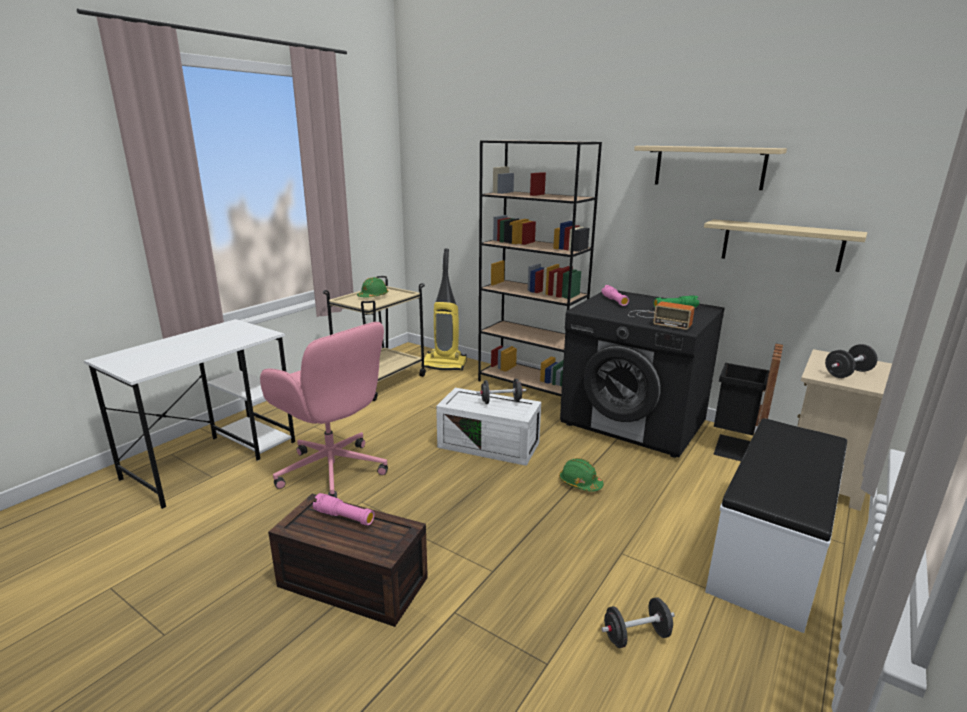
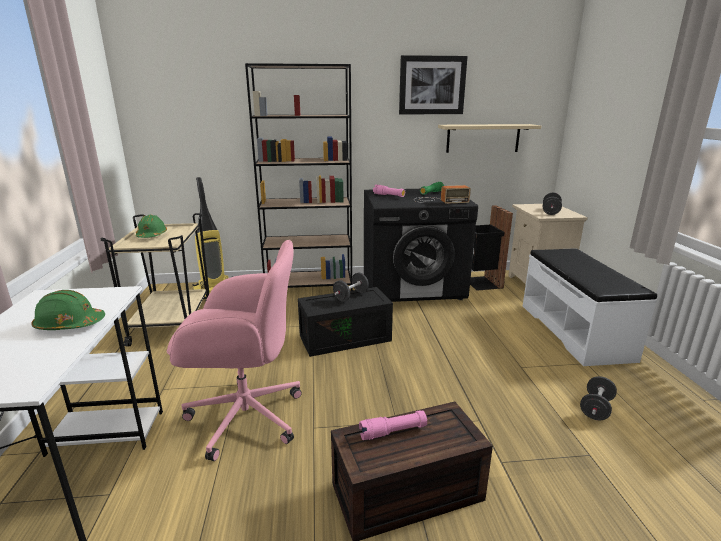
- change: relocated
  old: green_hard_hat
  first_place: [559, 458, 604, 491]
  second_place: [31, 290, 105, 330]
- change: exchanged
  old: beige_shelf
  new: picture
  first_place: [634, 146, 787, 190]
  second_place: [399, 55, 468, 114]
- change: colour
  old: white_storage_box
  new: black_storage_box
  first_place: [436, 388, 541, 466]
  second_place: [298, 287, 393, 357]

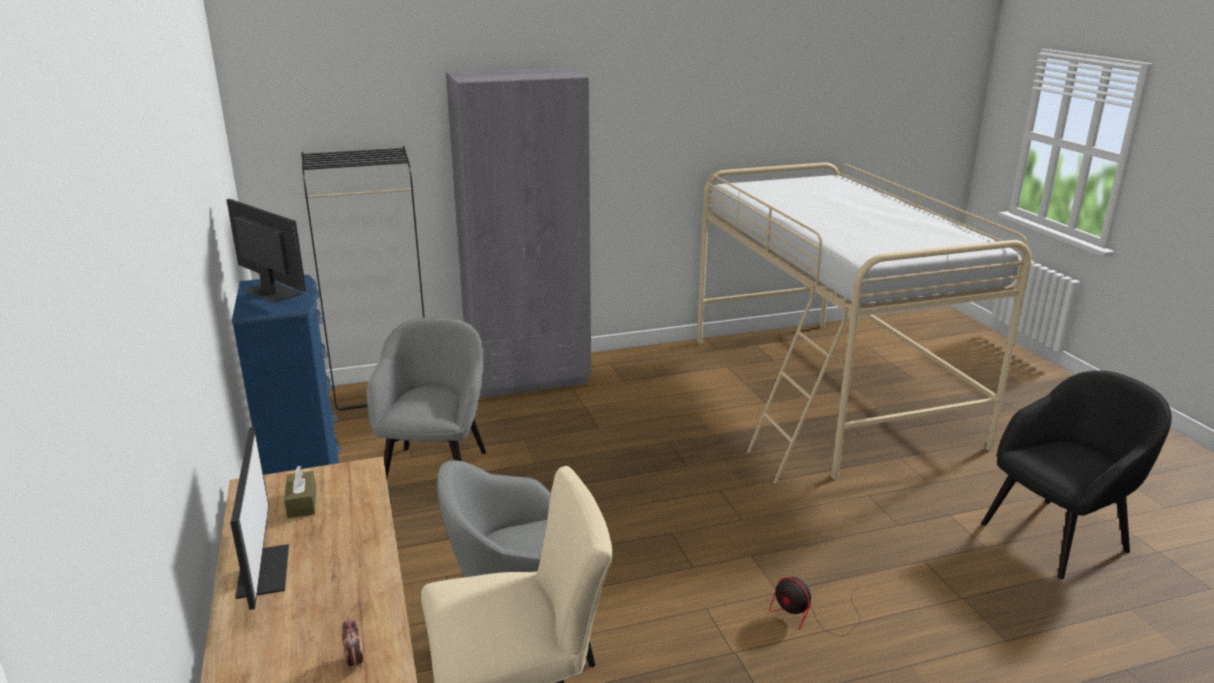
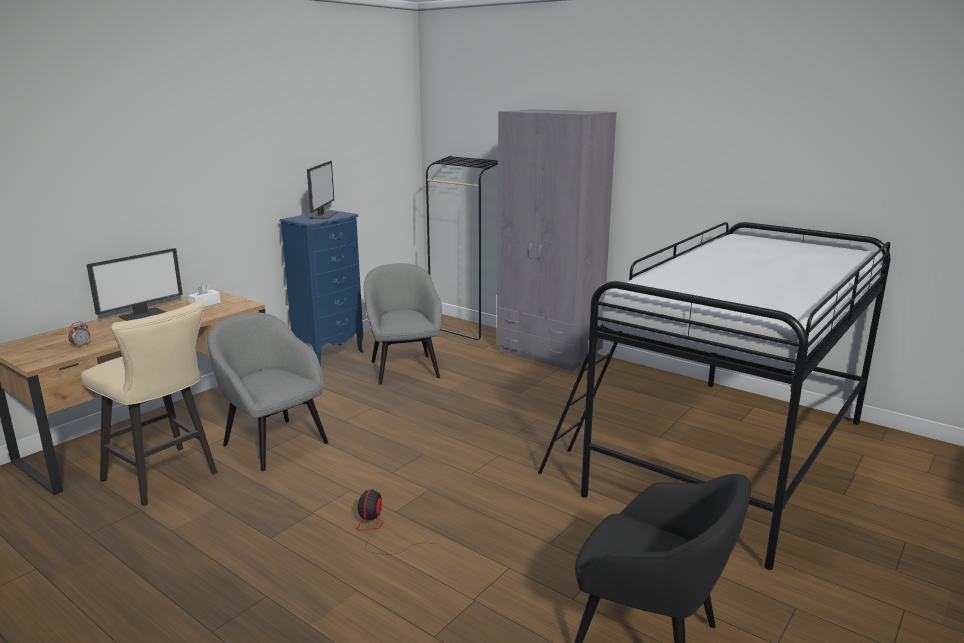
- change: colour
  old: brown_tissue_box
  new: white_tissue_box
  first_place: [284, 466, 316, 518]
  second_place: [188, 283, 221, 307]
- change: colour
  old: beige_bed
  new: black_bed
  first_place: [697, 162, 1031, 483]
  second_place: [538, 222, 890, 570]
- change: spun
  old: grey_armchair
  first_place: [367, 317, 486, 478]
  second_place: [364, 263, 442, 385]
  degrees: -75

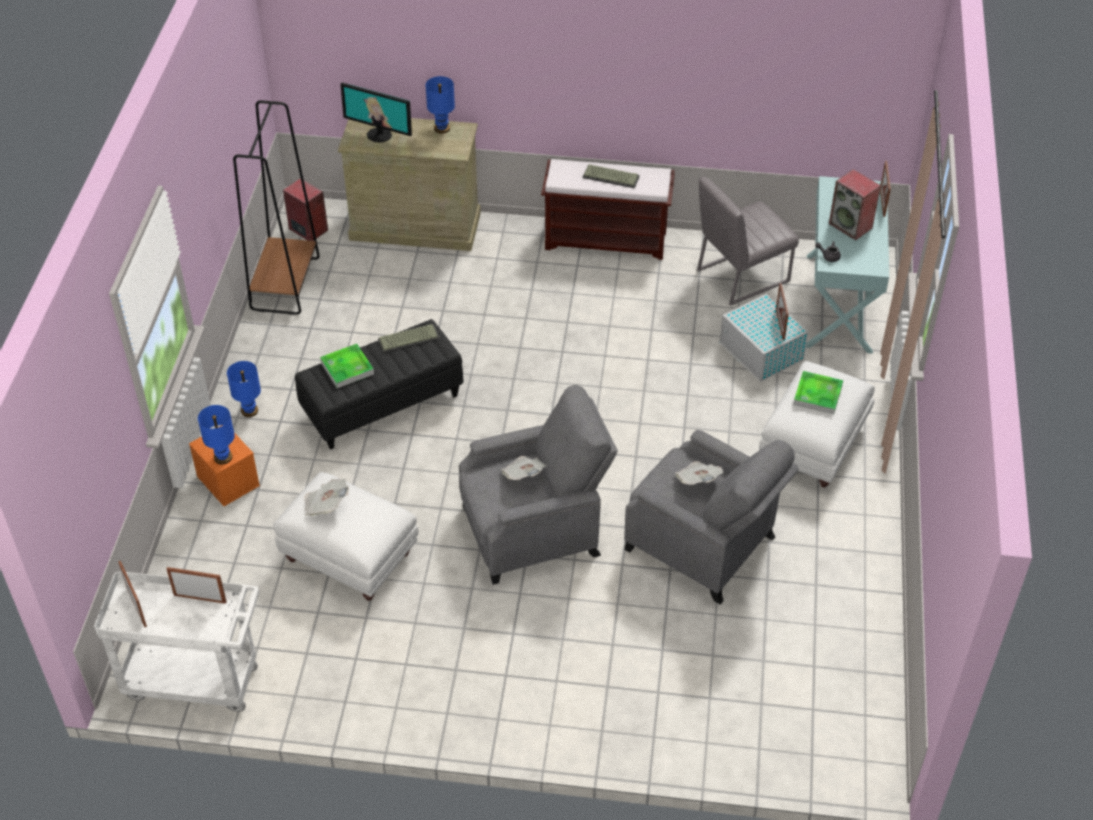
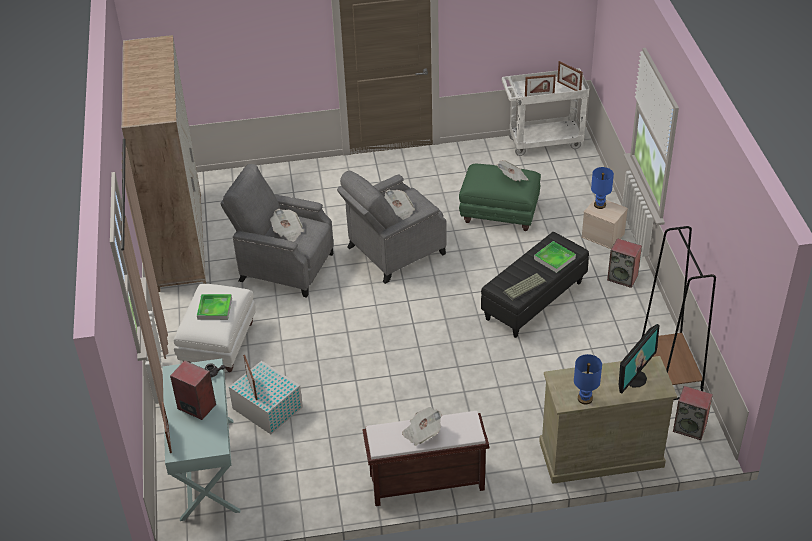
- change: missing
  old: grey_chair
  first_place: [697, 177, 799, 306]
- change: appeared
  new: white_wardrobe
  second_place: [122, 35, 206, 292]
- change: exchanged
  old: blue_table_lamp
  new: speaker
  first_place: [227, 361, 261, 417]
  second_place: [607, 238, 642, 288]
- change: exchanged
  old: keyboard
  new: newspaper
  first_place: [583, 164, 640, 188]
  second_place: [402, 407, 442, 446]
- change: colour
  old: orange_storage_box
  new: beige_storage_box
  first_place: [189, 425, 260, 506]
  second_place: [581, 198, 628, 249]
- change: colour
  old: white_ottoman
  new: green_ottoman
  first_place: [273, 472, 419, 601]
  second_place: [459, 164, 541, 231]
- change: spun
  old: monitor
  first_place: [340, 83, 412, 143]
  second_place: [619, 324, 660, 394]
  degrees: 120

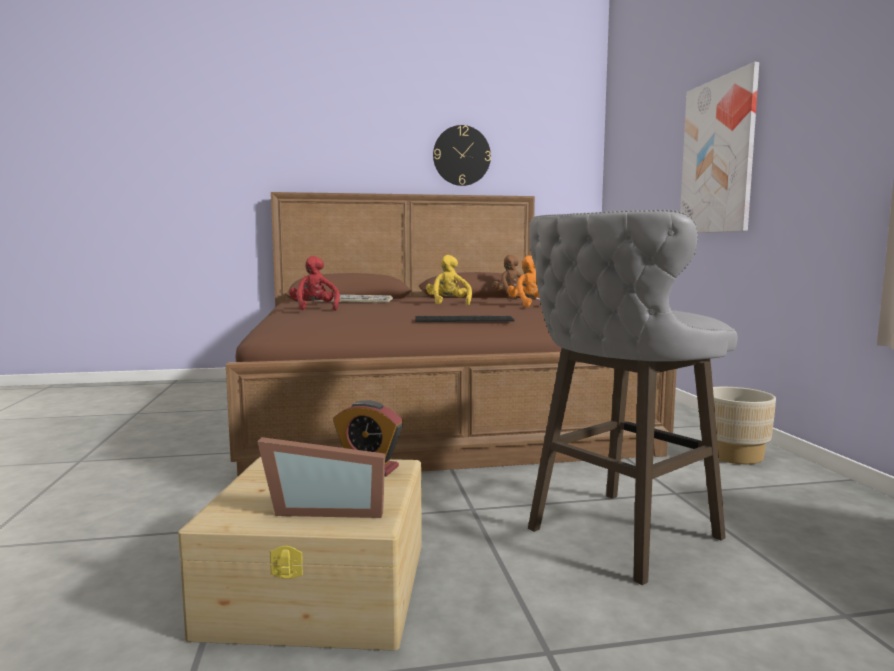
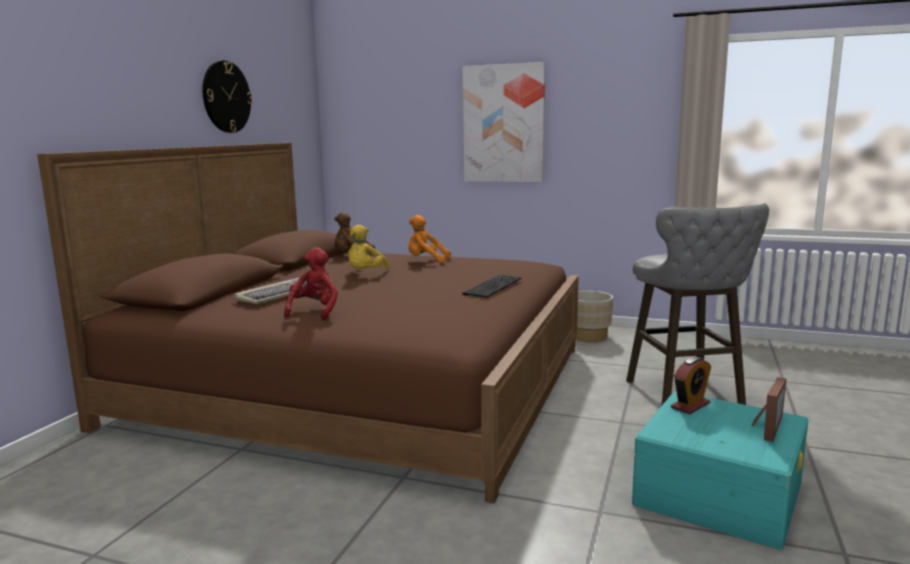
- change: colour
  old: beige_storage_box
  new: turquoise_storage_box
  first_place: [178, 457, 422, 650]
  second_place: [632, 391, 809, 550]
- change: spun
  old: red_plush_toy
  first_place: [289, 256, 340, 311]
  second_place: [284, 247, 338, 321]
  degrees: 90
- change: spun
  old: yellow_plush_toy
  first_place: [426, 255, 472, 306]
  second_place: [348, 225, 390, 269]
  degrees: -90

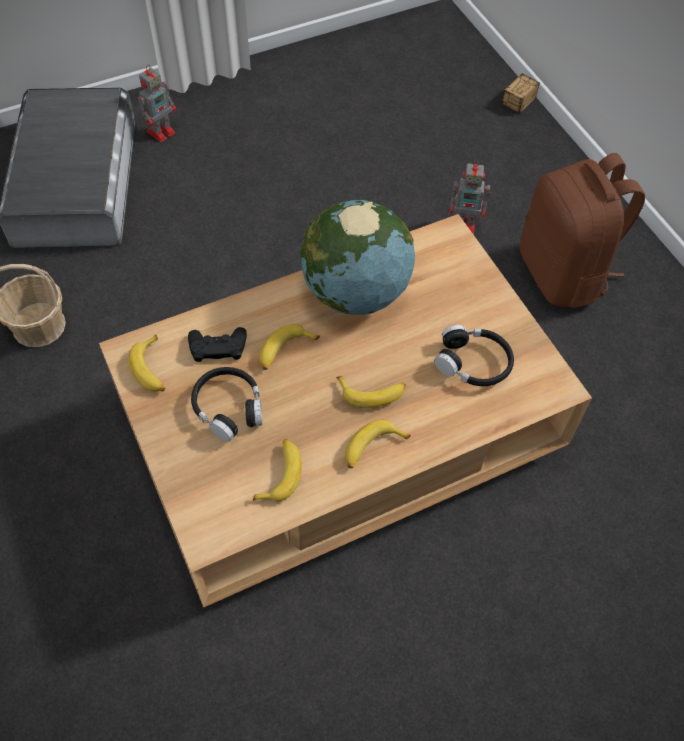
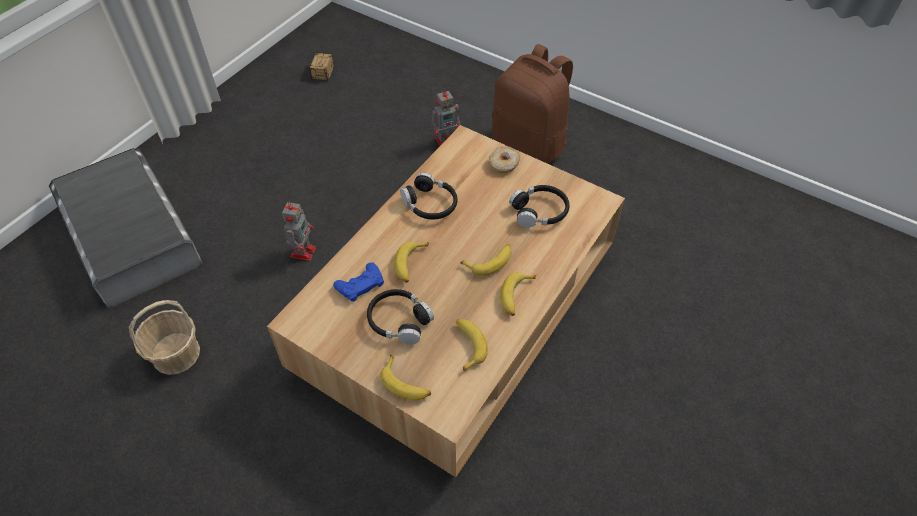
- change: appeared
  new: donut
  second_place: [489, 146, 520, 173]
- change: relocated
  old: banana
  first_place: [128, 334, 165, 391]
  second_place: [380, 355, 431, 400]
- change: relocated
  old: toy_robot
  first_place: [138, 65, 176, 142]
  second_place: [282, 201, 316, 261]
- change: relocated
  old: storage_box
  first_place: [501, 74, 540, 113]
  second_place: [309, 52, 334, 80]
- change: exchanged
  old: globe
  new: black_headphones
  first_place: [300, 200, 415, 315]
  second_place: [400, 172, 457, 219]
- change: colour
  old: black_game_controller
  new: blue_game_controller
  first_place: [188, 327, 247, 362]
  second_place: [333, 262, 384, 302]

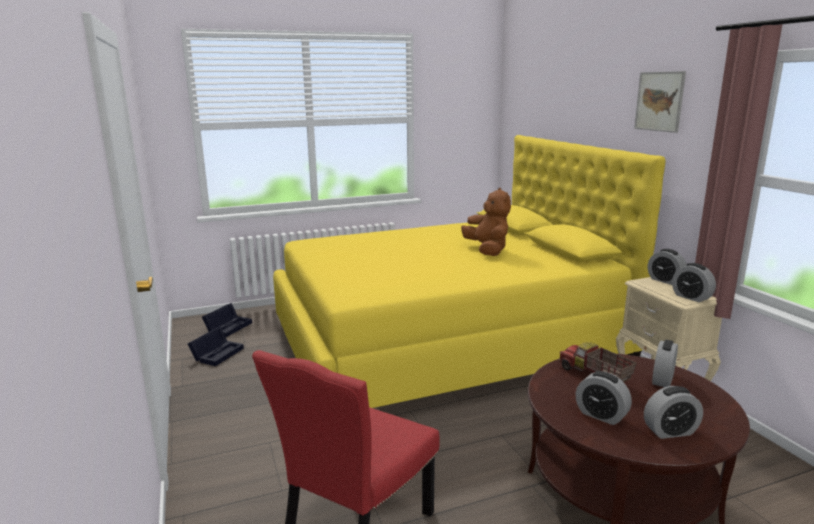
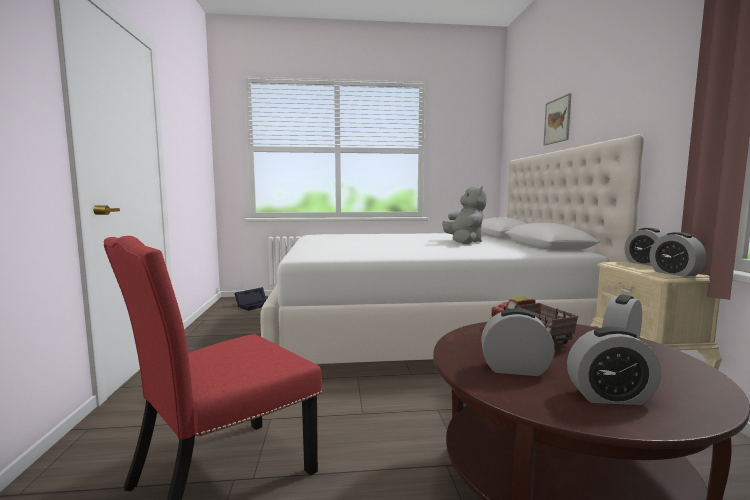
- change: missing
  old: black_storage_box
  first_place: [188, 327, 244, 366]
- change: relocated
  old: picture
  first_place: [634, 71, 686, 133]
  second_place: [543, 93, 571, 145]
- change: colour
  old: yellow_bed
  new: white_bed
  first_place: [273, 135, 665, 408]
  second_place: [260, 134, 644, 364]
- change: colour
  old: brown_plush_toy
  new: grey_plush_toy
  first_place: [461, 188, 511, 256]
  second_place: [442, 185, 487, 244]
- change: spun
  old: alarm_clock
  first_place: [576, 371, 632, 425]
  second_place: [481, 309, 555, 376]
  degrees: 135

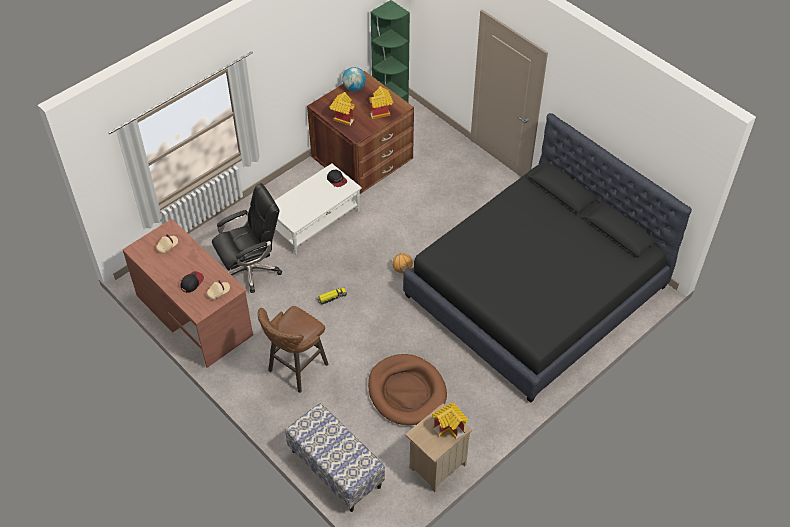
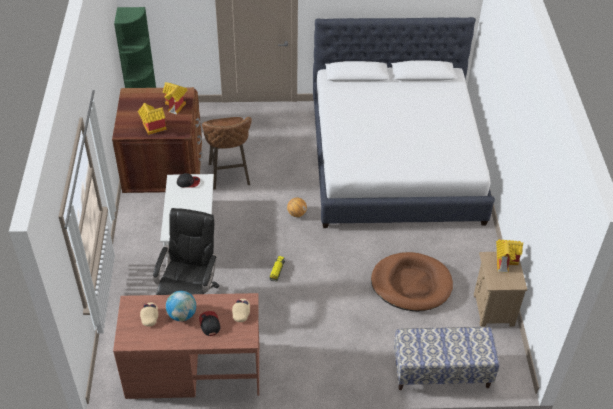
- change: relocated
  old: brown_stool
  first_place: [258, 306, 328, 393]
  second_place: [202, 117, 252, 190]
- change: relocated
  old: globe
  first_place: [342, 67, 366, 91]
  second_place: [166, 291, 196, 321]
- change: colour
  old: black_bed
  new: white_bed
  first_place: [403, 113, 692, 403]
  second_place: [313, 17, 495, 228]

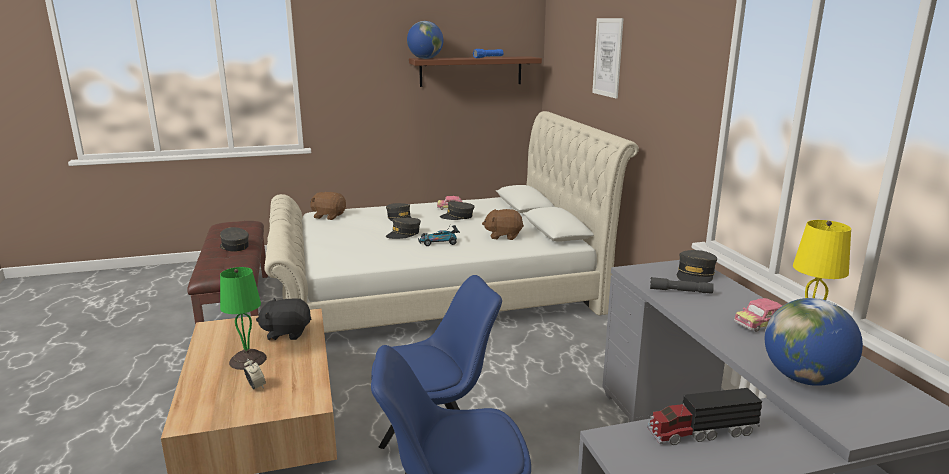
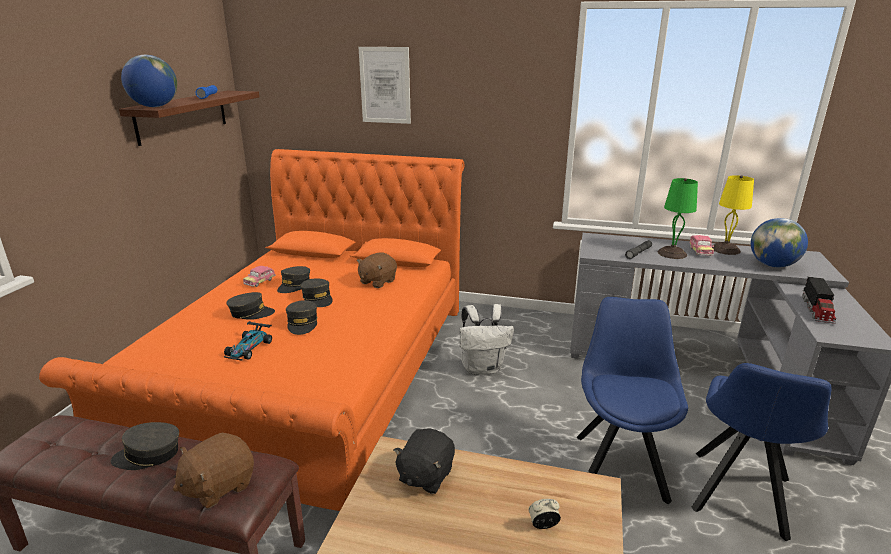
- change: appeared
  new: white_backpack
  second_place: [460, 304, 514, 375]
- change: relocated
  old: green_table_lamp
  first_place: [220, 267, 267, 370]
  second_place: [658, 178, 698, 259]
- change: relocated
  old: brown_plush_toy
  first_place: [310, 192, 346, 220]
  second_place: [173, 433, 254, 509]
- change: relocated
  old: toy_car
  first_place: [418, 225, 460, 246]
  second_place: [224, 321, 272, 361]
- change: relocated
  old: grey_cap
  first_place: [677, 250, 717, 283]
  second_place: [301, 278, 333, 307]
- change: colour
  old: beige_bed
  new: orange_bed
  first_place: [264, 111, 639, 333]
  second_place: [39, 149, 464, 511]

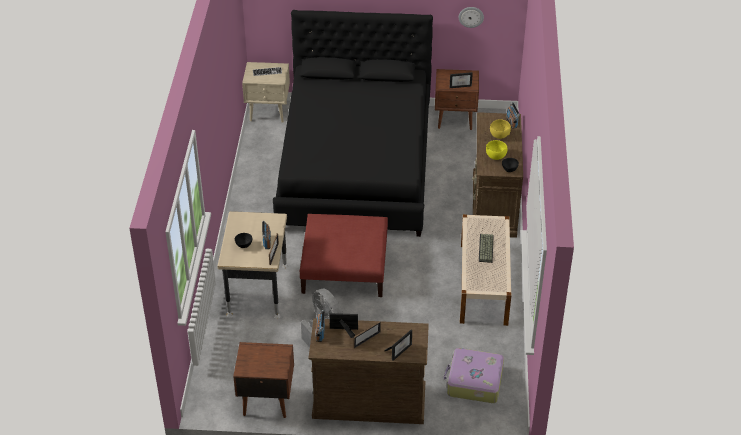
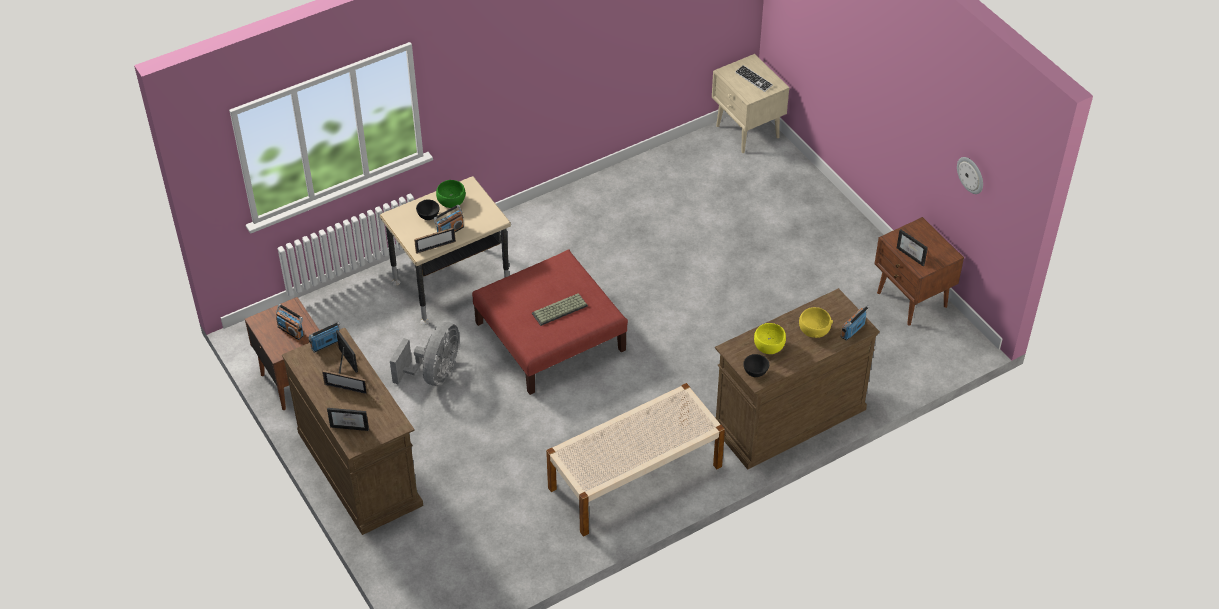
- change: missing
  old: black_bed
  first_place: [273, 10, 433, 237]
- change: missing
  old: suitcase
  first_place: [444, 348, 504, 403]
- change: appeared
  new: radio
  second_place: [276, 304, 304, 340]
- change: appeared
  new: green_bowl
  second_place: [436, 180, 466, 208]
- change: relocated
  old: keyboard
  first_place: [479, 234, 494, 263]
  second_place: [532, 293, 588, 326]

